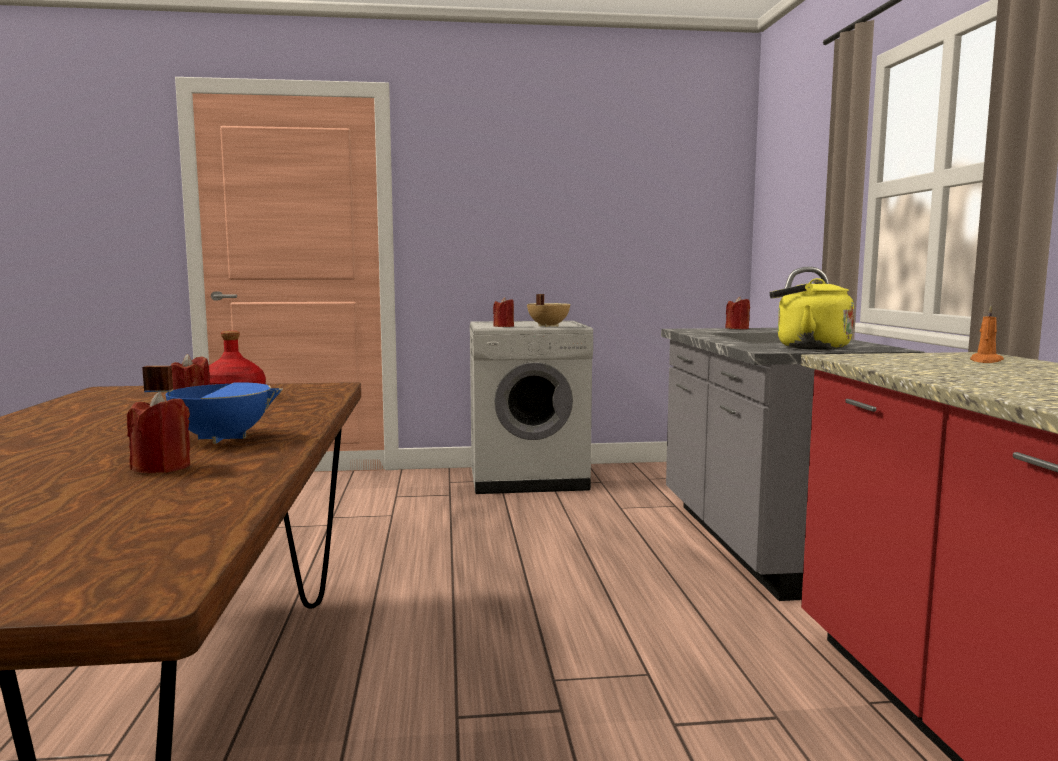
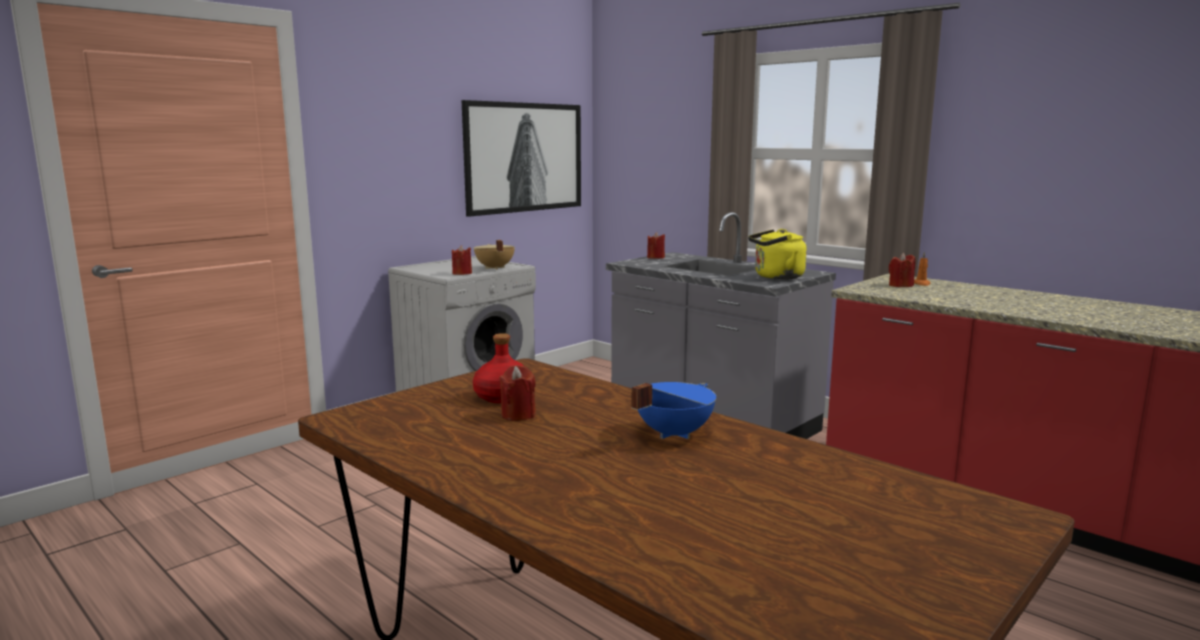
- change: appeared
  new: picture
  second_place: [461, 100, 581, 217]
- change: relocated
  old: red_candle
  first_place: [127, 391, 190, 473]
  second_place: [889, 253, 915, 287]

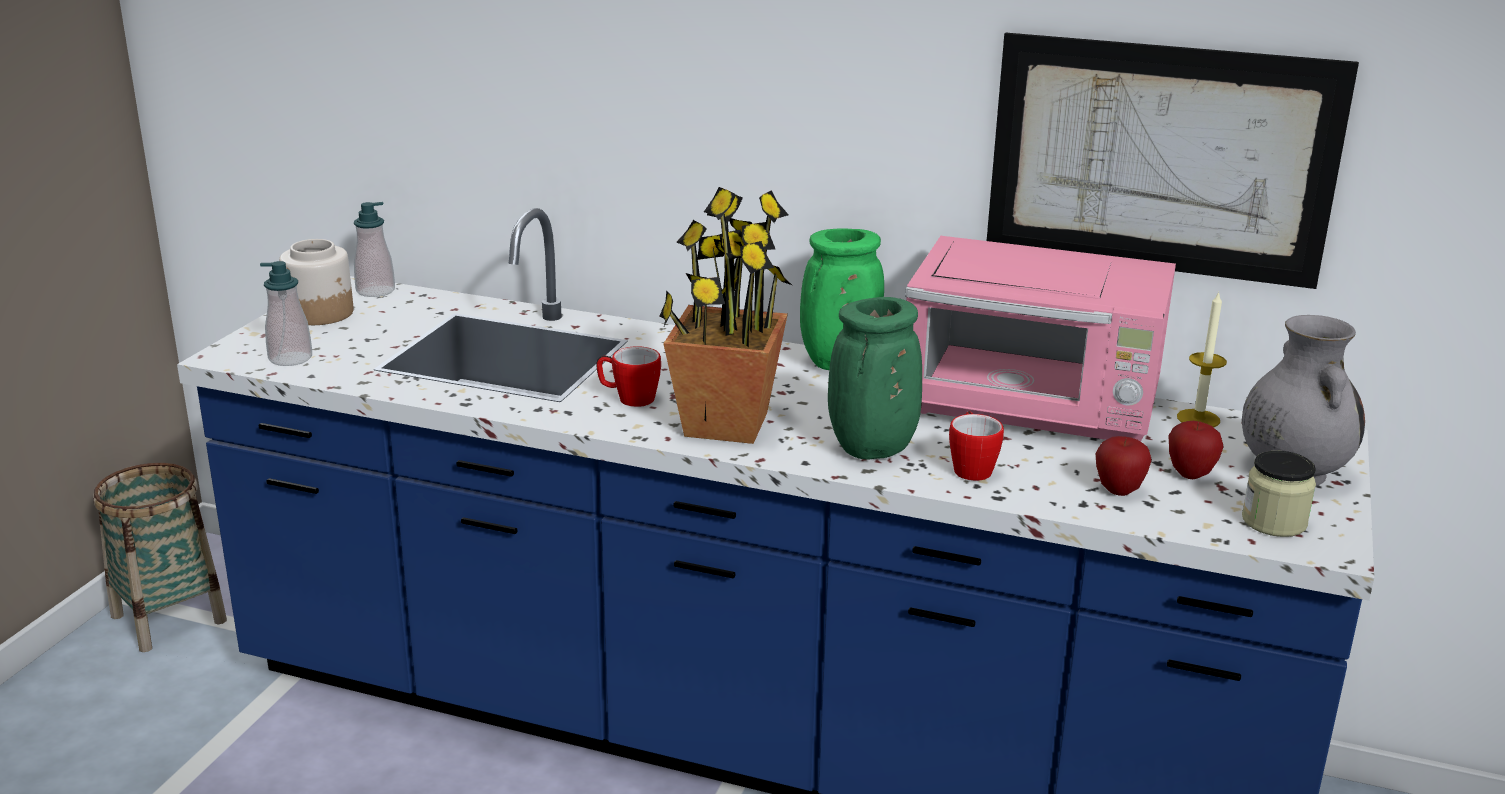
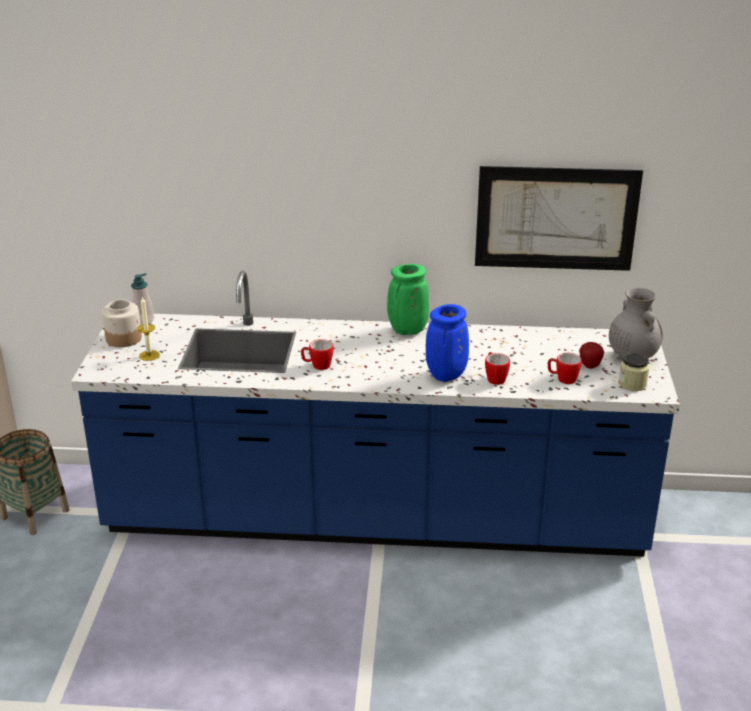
- change: missing
  old: soap_dispenser
  first_place: [260, 261, 312, 366]
- change: missing
  old: potted_plant
  first_place: [660, 187, 792, 444]
- change: missing
  old: pink_microwave
  first_place: [905, 236, 1176, 442]
- change: relocated
  old: candle
  first_place: [1177, 291, 1227, 427]
  second_place: [137, 296, 160, 361]
- change: exchanged
  old: apple
  new: mug
  first_place: [1096, 436, 1152, 496]
  second_place: [548, 353, 582, 384]
- change: colour
  old: green_vase
  new: blue_vase
  first_place: [828, 297, 922, 460]
  second_place: [426, 304, 469, 382]

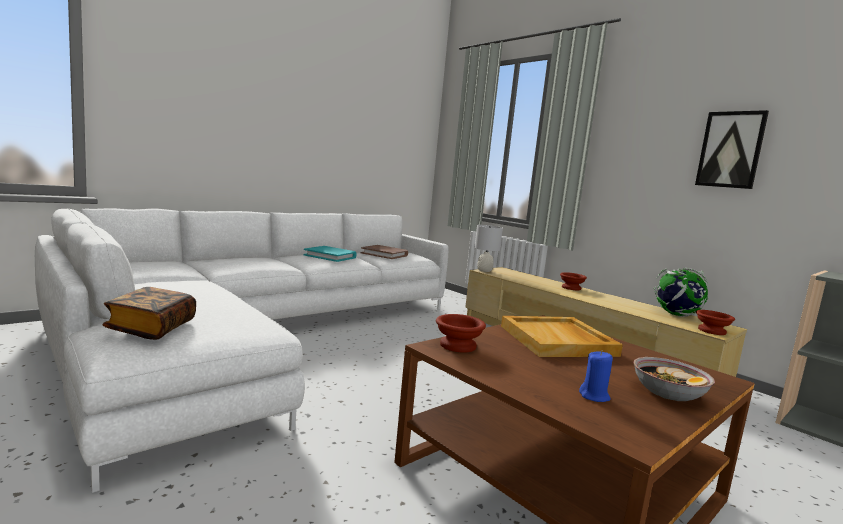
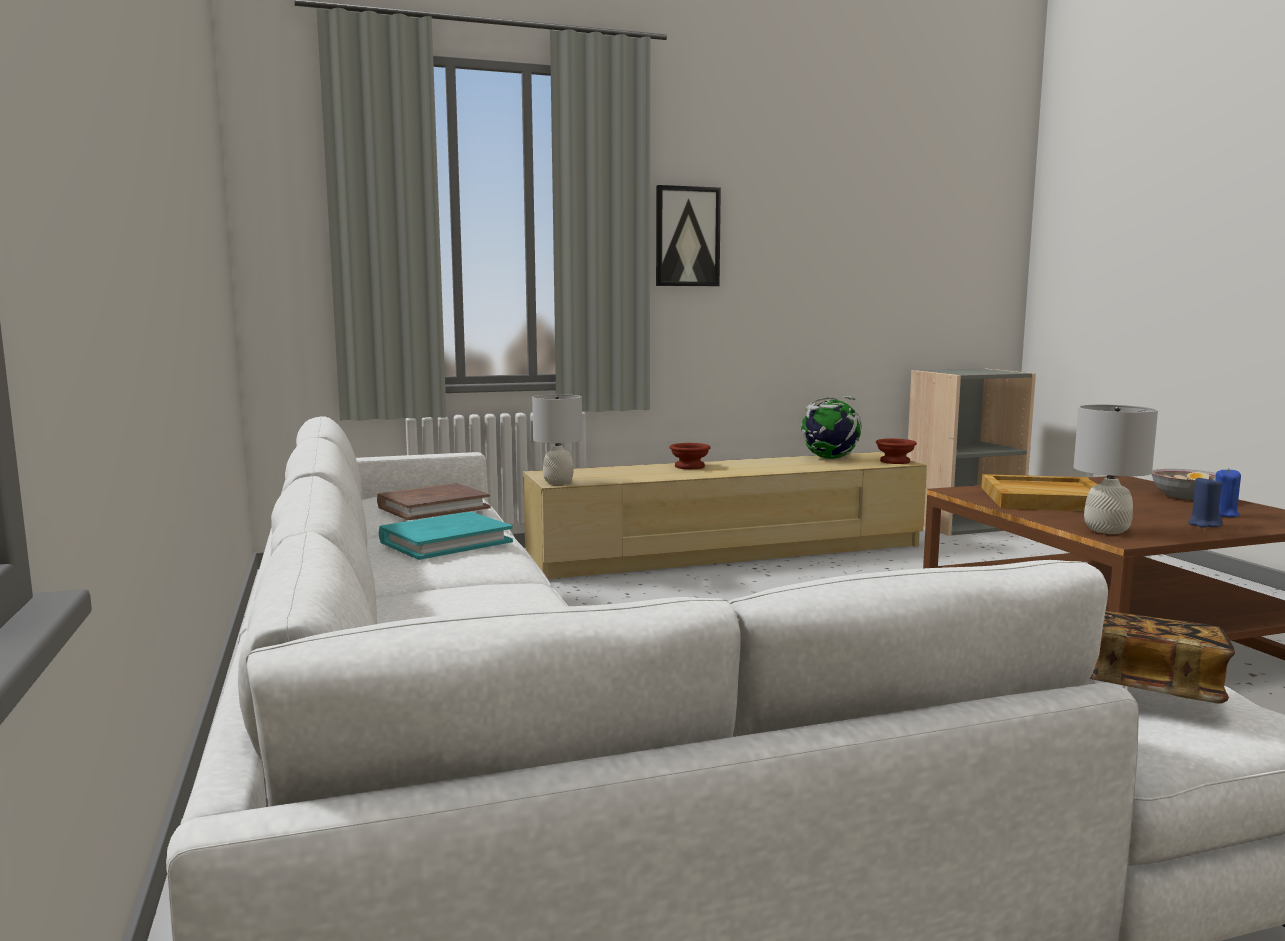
- change: appeared
  new: blue_candle
  second_place: [1188, 476, 1223, 528]
- change: relocated
  old: picture
  first_place: [695, 110, 769, 189]
  second_place: [656, 185, 721, 286]
- change: exchanged
  old: brown_bowl
  new: grey_table_lamp
  first_place: [436, 314, 486, 353]
  second_place: [1073, 404, 1158, 534]

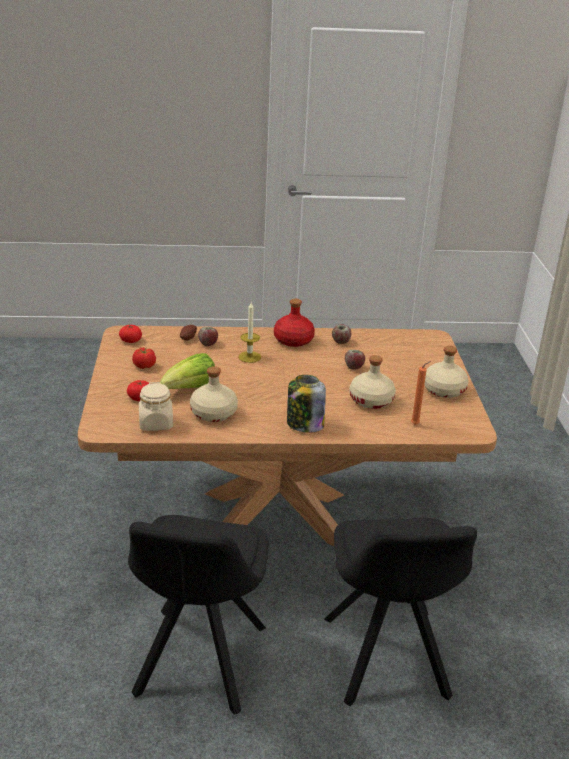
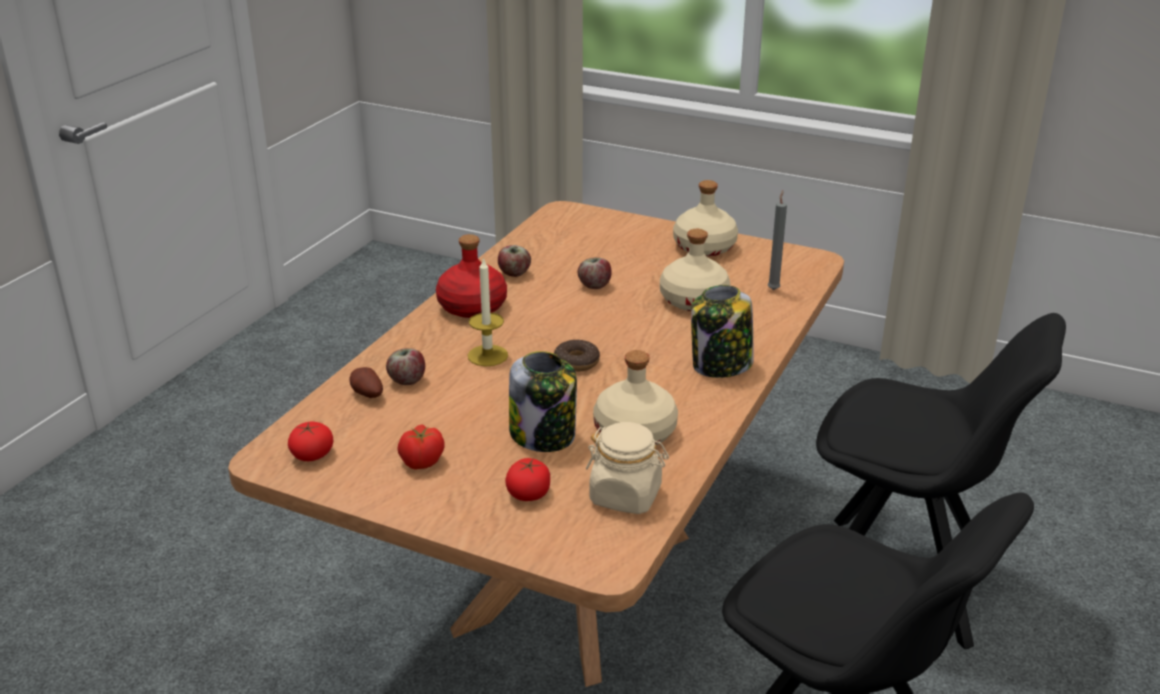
- change: appeared
  new: donut
  second_place: [554, 339, 600, 372]
- change: exchanged
  old: lettuce
  new: jar
  first_place: [159, 353, 215, 389]
  second_place: [509, 351, 577, 452]
- change: colour
  old: orange_candle
  new: grey_candle
  first_place: [411, 361, 431, 425]
  second_place: [768, 190, 787, 290]

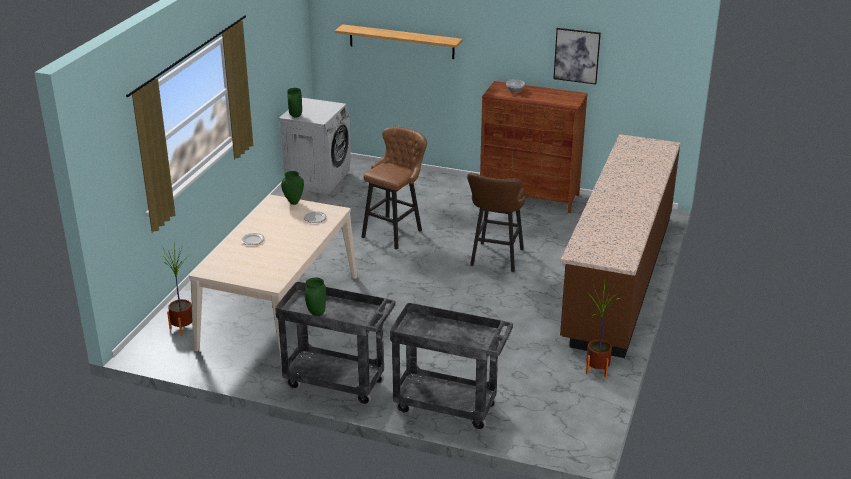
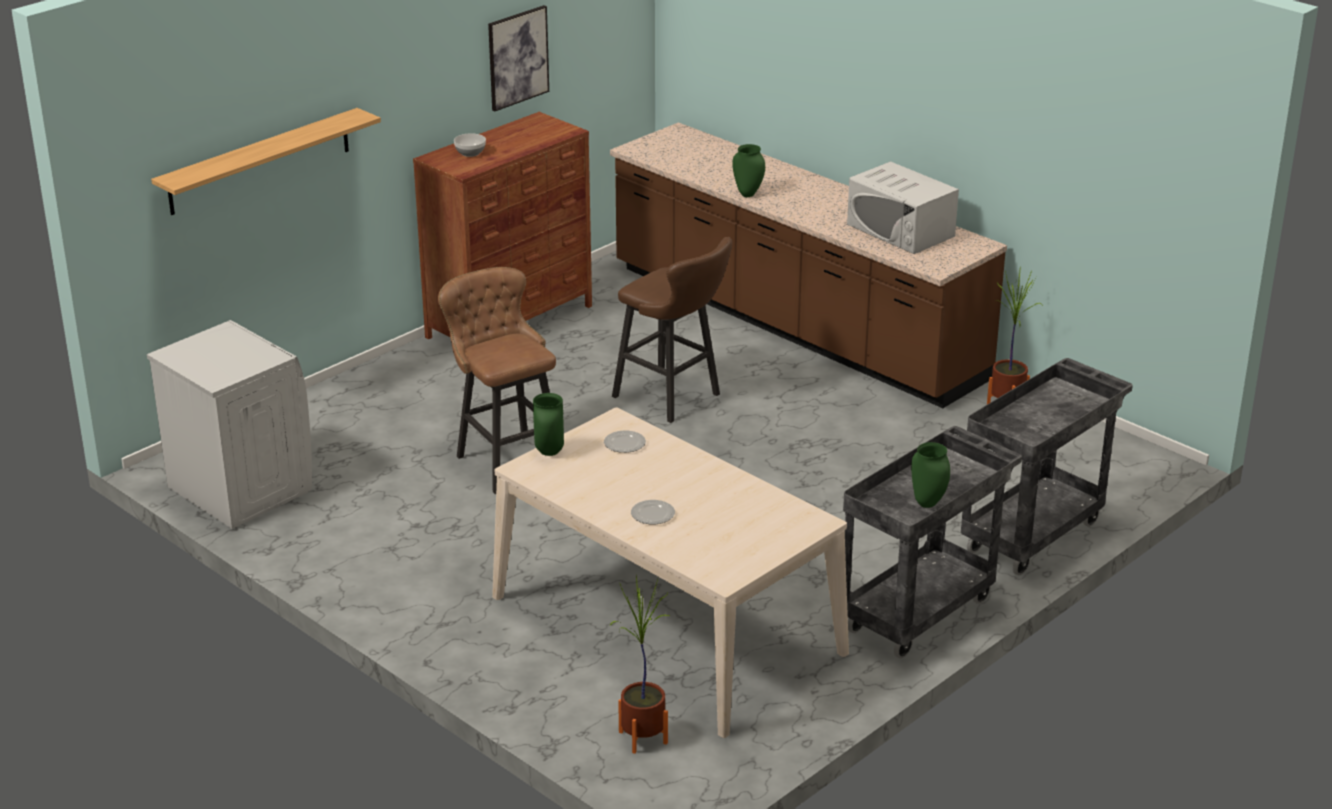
- change: appeared
  new: white_microwave
  second_place: [847, 161, 959, 254]
- change: relocated
  old: green_vase
  first_place: [287, 88, 302, 117]
  second_place: [732, 144, 765, 197]

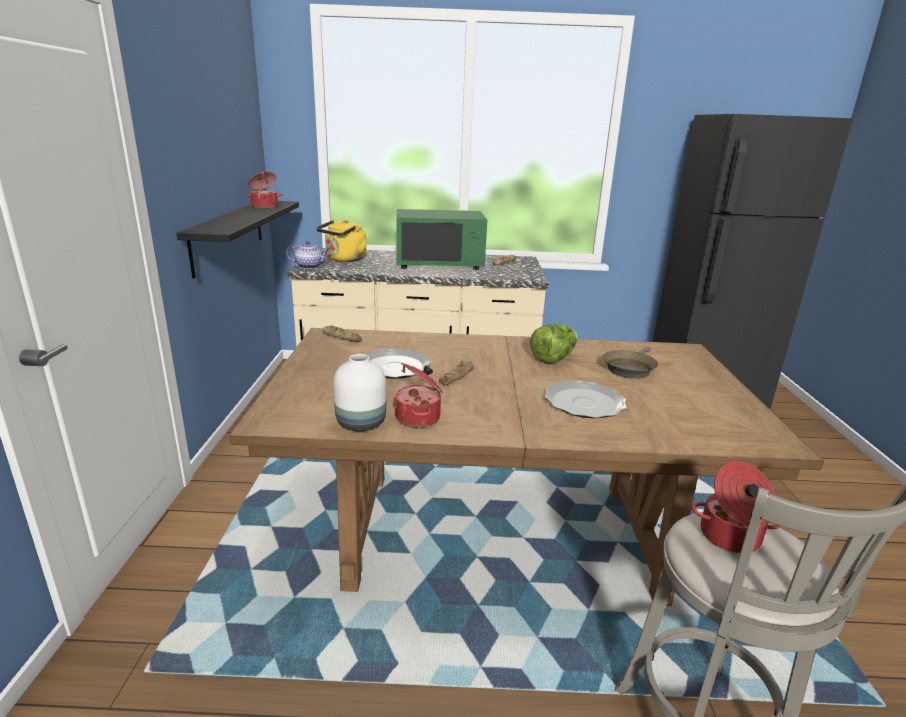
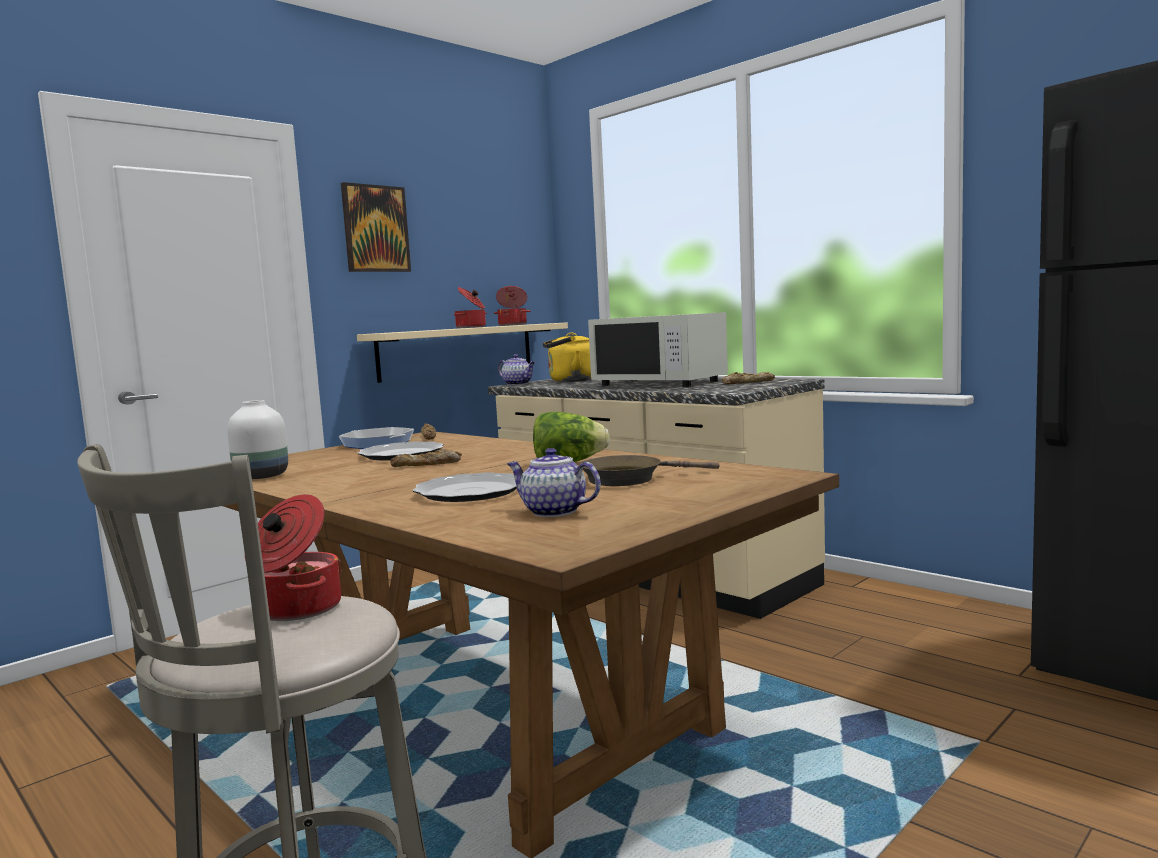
- change: appeared
  new: frying_pan
  second_place: [339, 427, 414, 449]
- change: appeared
  new: picture
  second_place: [341, 182, 411, 272]
- change: appeared
  new: teapot
  second_place: [507, 448, 601, 517]
- change: relocated
  old: cooking_pot
  first_place: [393, 363, 443, 428]
  second_place: [453, 287, 487, 328]
- change: colour
  old: black_shelf
  new: beige_shelf
  first_place: [176, 201, 299, 279]
  second_place: [357, 322, 568, 383]
- change: colour
  old: green_microwave
  new: white_microwave
  first_place: [396, 209, 487, 270]
  second_place: [588, 312, 728, 387]

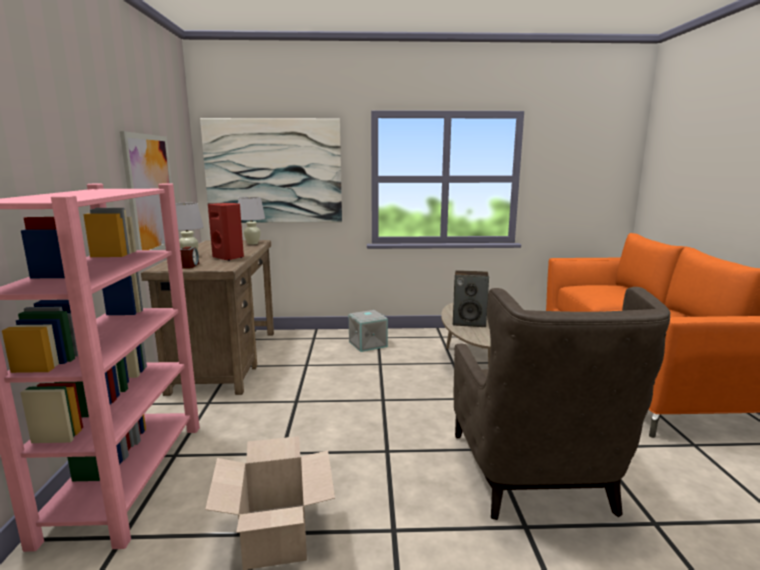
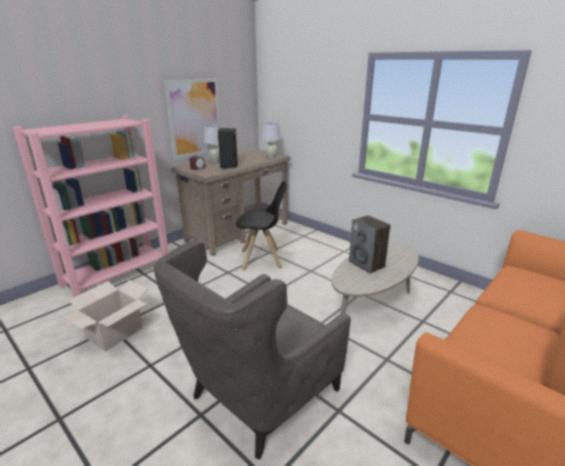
- change: missing
  old: picture
  first_place: [200, 118, 342, 223]
- change: missing
  old: grey_storage_box
  first_place: [349, 310, 388, 352]
- change: appeared
  new: black_chair
  second_place: [236, 181, 289, 271]
- change: colour
  old: red_speaker
  new: black_speaker
  first_place: [208, 203, 244, 261]
  second_place: [218, 128, 238, 169]

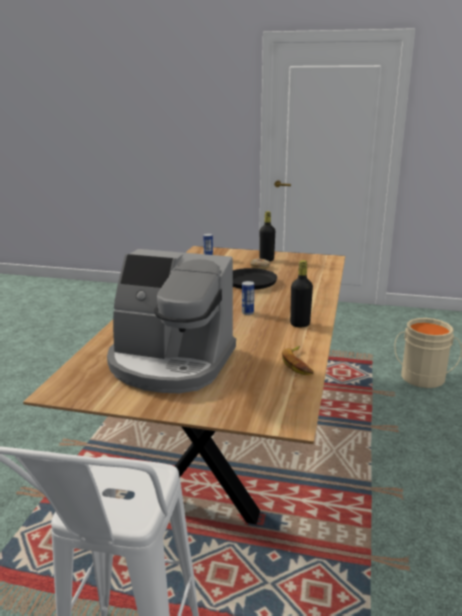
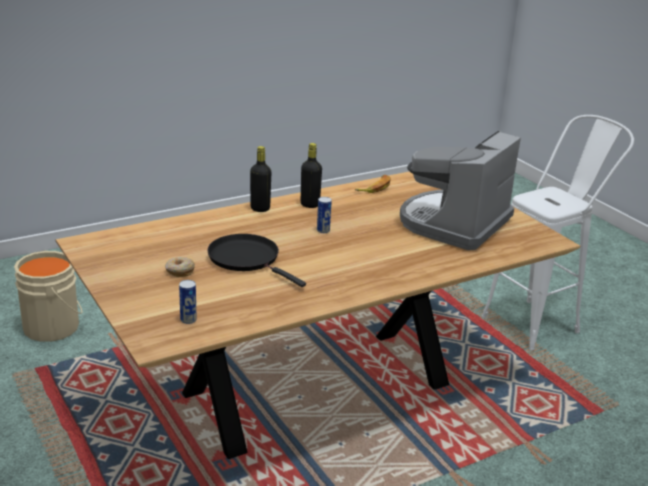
- change: relocated
  old: black_bottle
  first_place: [259, 211, 275, 262]
  second_place: [250, 146, 271, 212]
- change: spun
  old: coffee_machine
  first_place: [107, 249, 236, 393]
  second_place: [400, 131, 521, 250]
  degrees: -120

